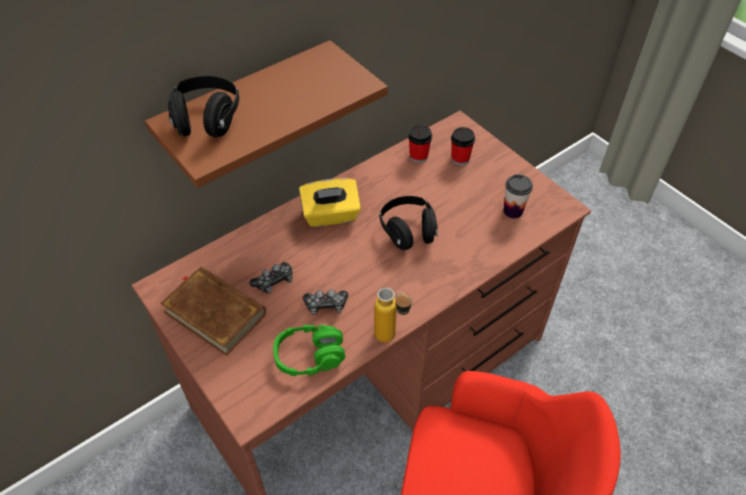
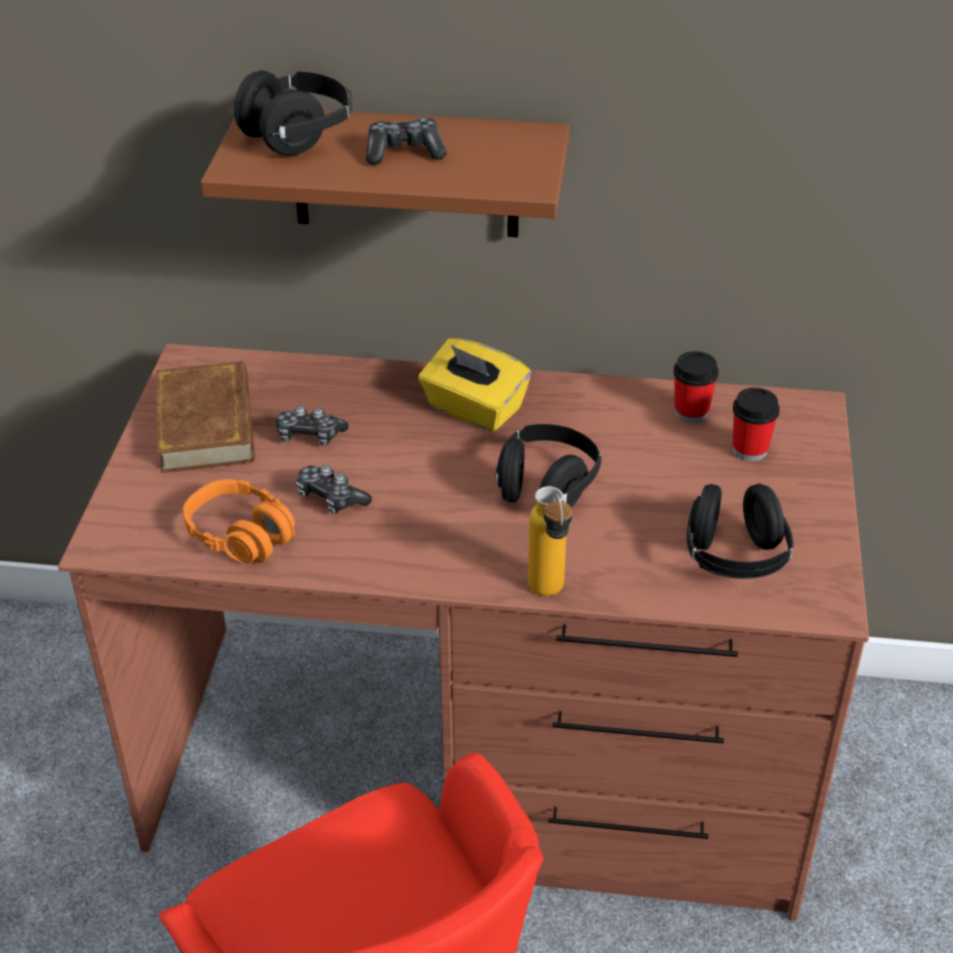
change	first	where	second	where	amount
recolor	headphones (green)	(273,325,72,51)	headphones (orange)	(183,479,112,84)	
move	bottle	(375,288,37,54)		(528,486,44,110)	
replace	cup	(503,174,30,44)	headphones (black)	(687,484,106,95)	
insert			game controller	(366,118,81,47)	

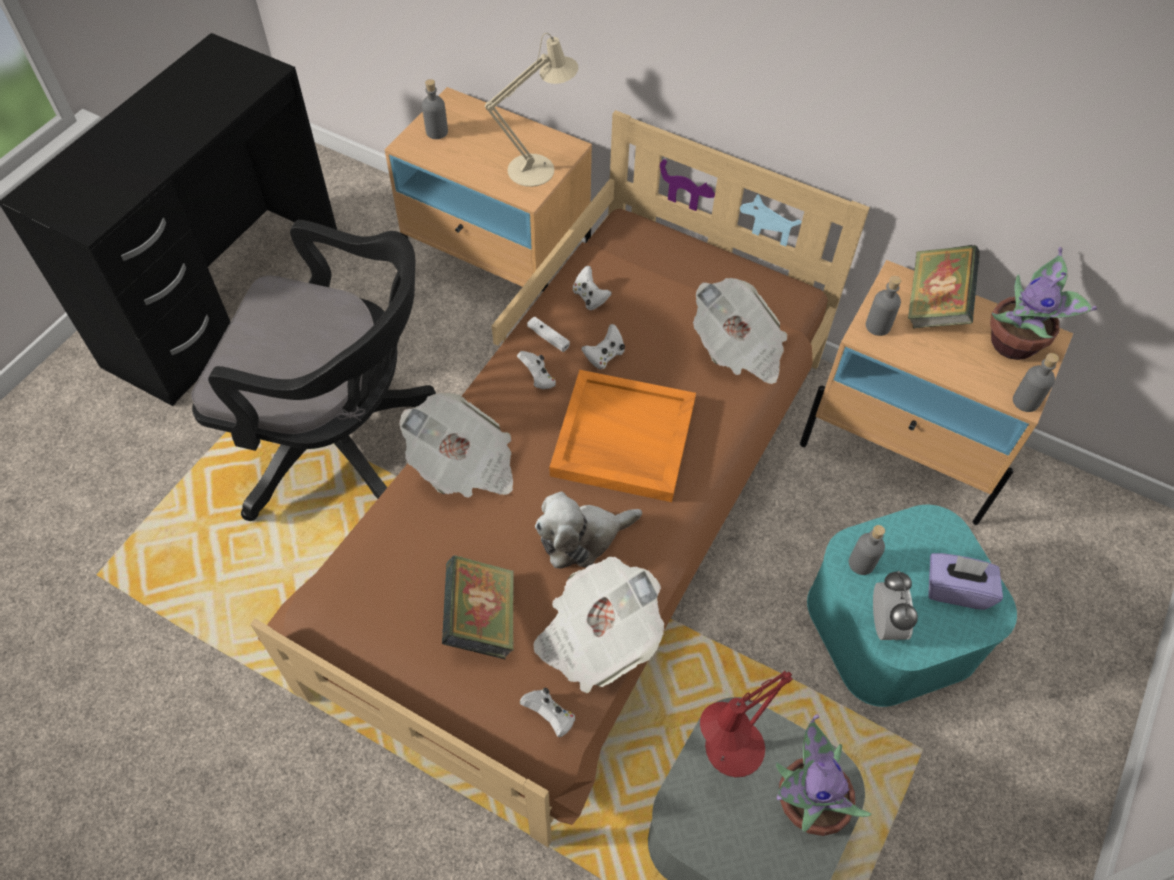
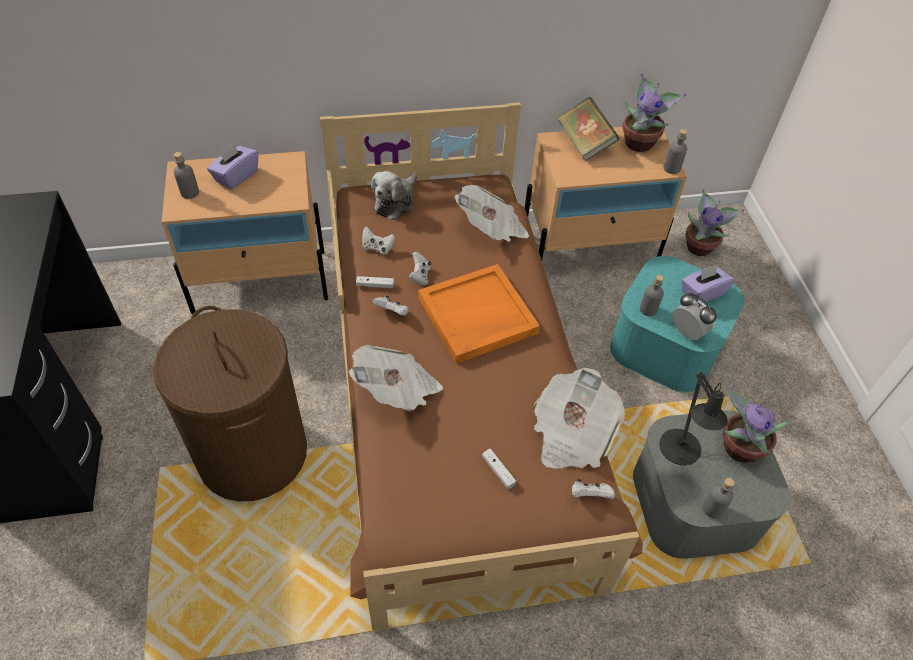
change	first	where	second	where	amount
replace	office chair (black)	(191,220,245,301)	laundry basket (brown)	(153,306,154,195)	
replace	book	(442,555,72,105)	game controller (white)	(482,449,34,40)	
delete	table lamp (beige)	(485,33,93,154)			
move	plush toy	(535,491,107,77)		(371,171,46,49)	
recolor	table lamp (red)	(700,671,93,106)	table lamp (black)	(659,372,69,93)	
move	bottle (grey)	(866,276,35,60)		(702,478,33,41)	
insert			tissue box (purple)	(207,142,51,48)	
insert			potted plant	(685,189,59,67)	

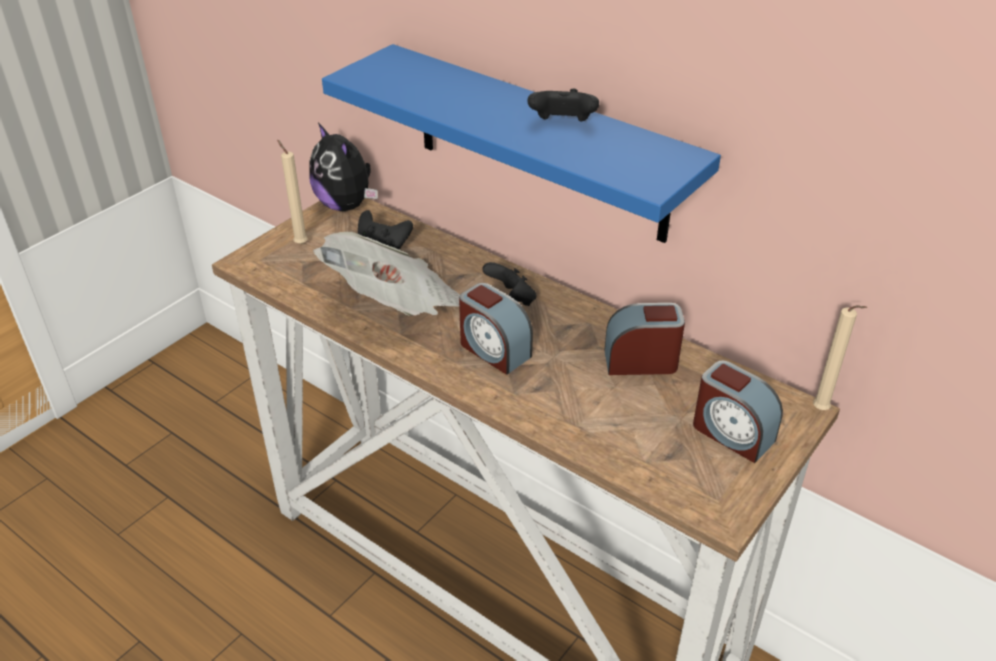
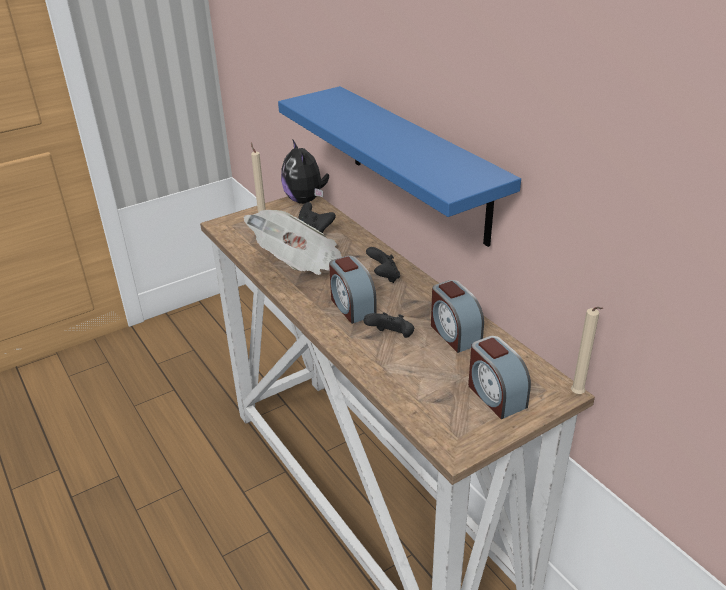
change	first	where	second	where	amount
move	game controller (black)	(527,89,72,33)		(364,313,50,25)	
rotate	alarm clock	(604,303,81,72)		(431,280,53,73)	135 degrees counterclockwise

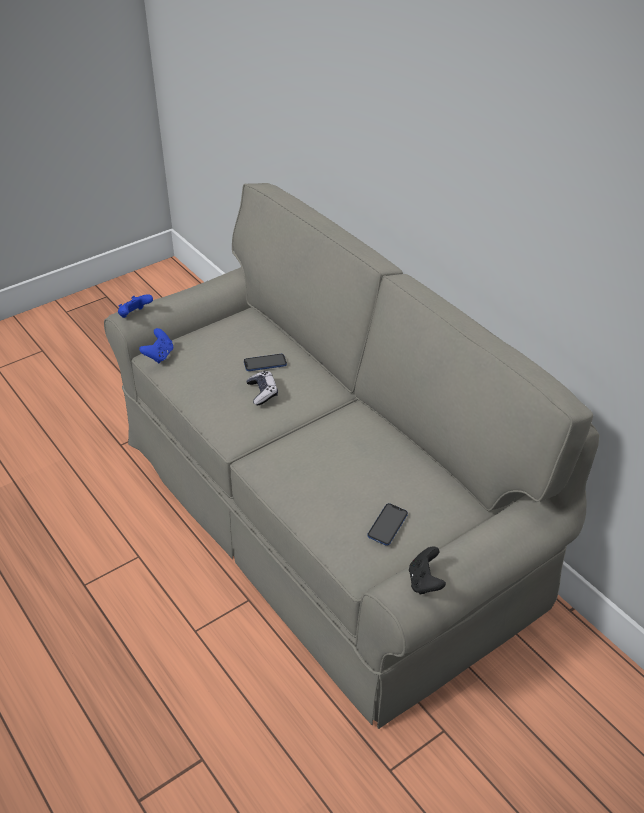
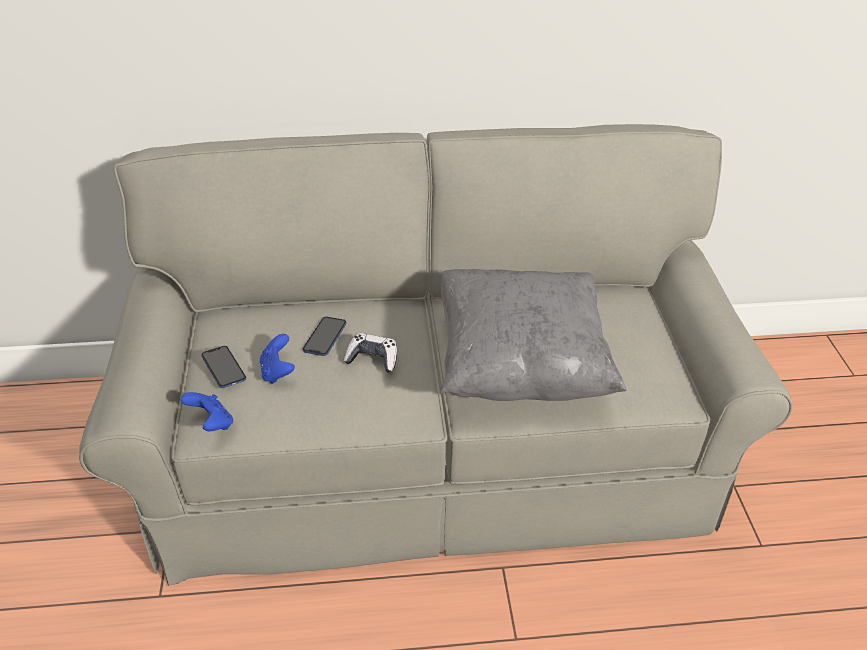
change	first	where	second	where	amount
move	game controller (blue)	(118,294,35,24)		(260,334,35,50)	
move	phone	(367,503,41,43)		(201,346,45,42)	
delete	game controller (black)	(409,546,37,49)			
insert			pillow (grey)	(439,269,187,132)	

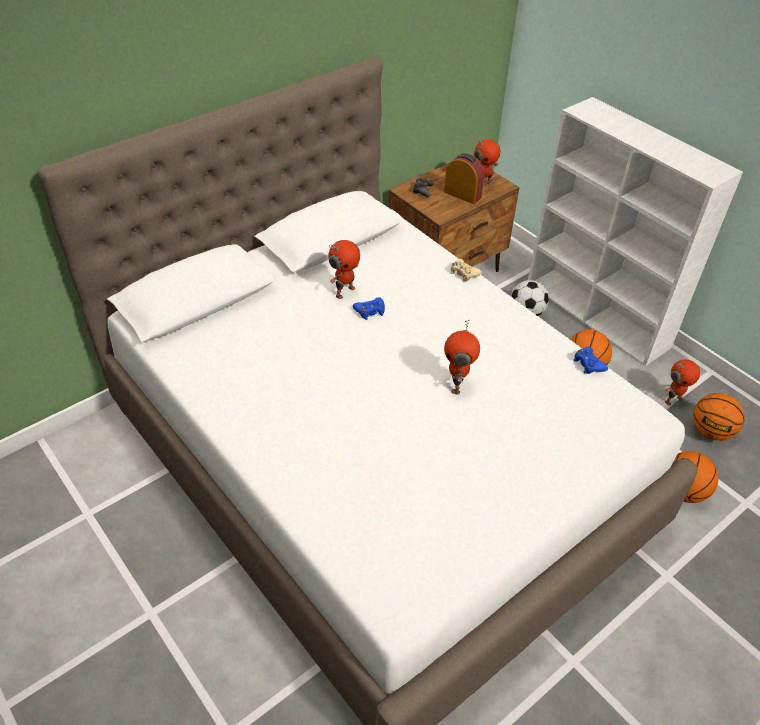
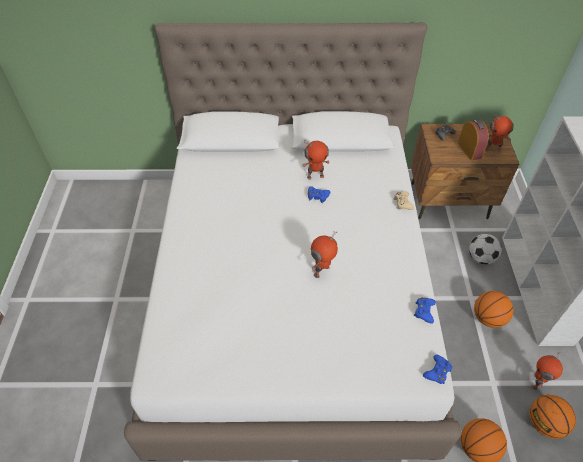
change	first	where	second	where	amount
rotate	toy robot	(665,359,35,47)		(531,352,32,38)	105 degrees clockwise
insert			game controller (blue)	(423,354,29,30)	

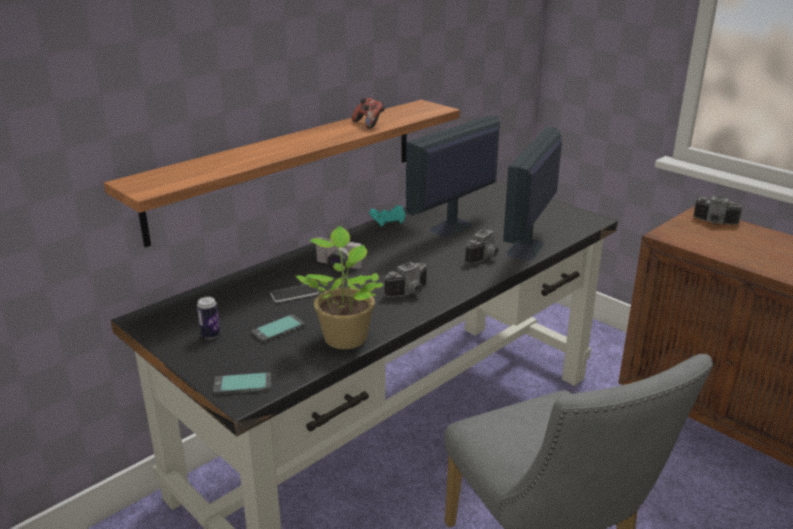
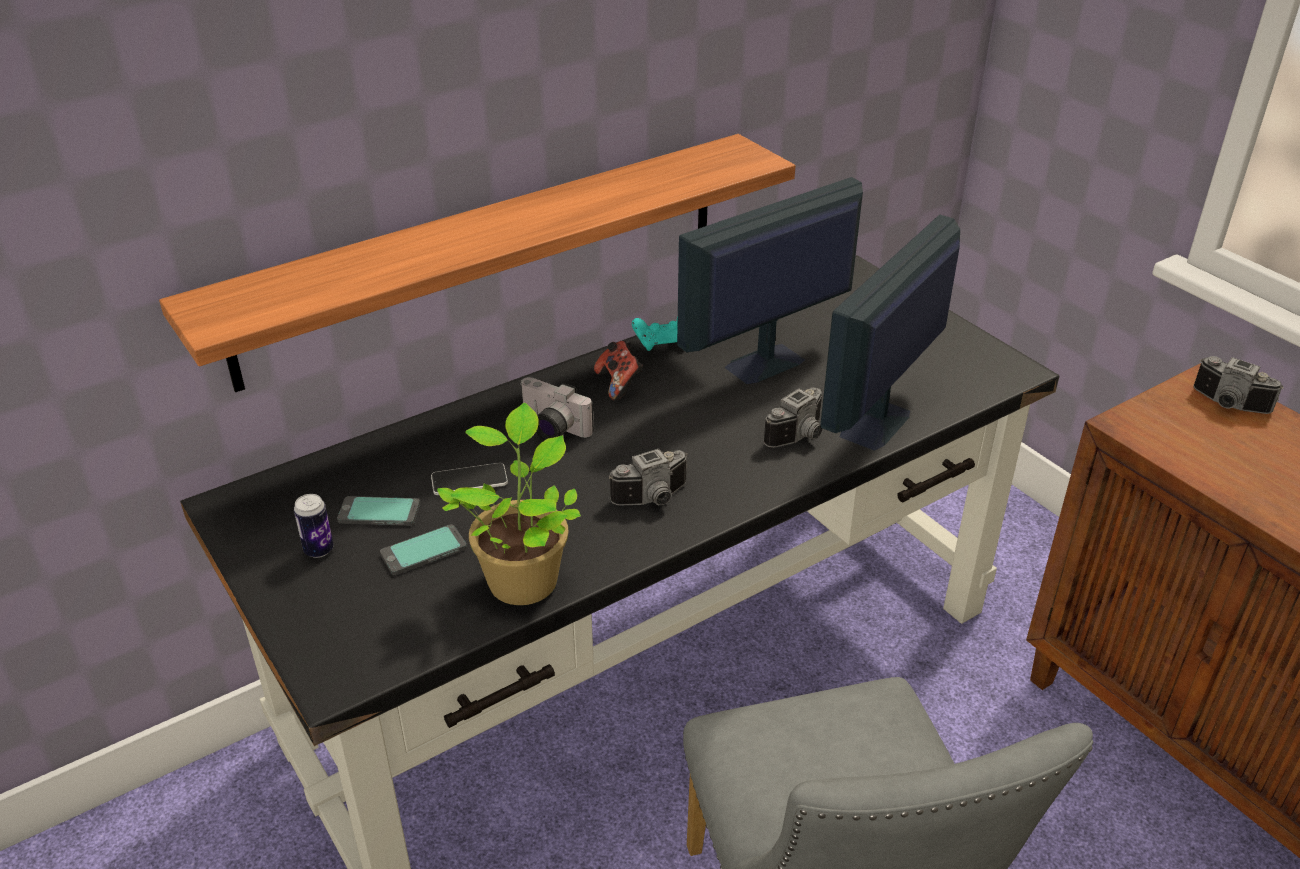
change	first	where	second	where	amount
move	phone	(213,372,58,23)		(337,496,83,30)	
move	game controller	(351,98,34,31)		(594,341,49,59)	

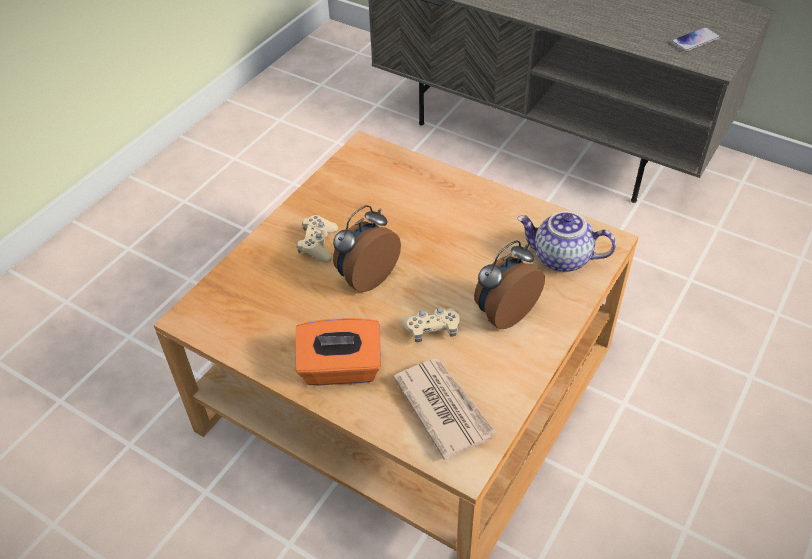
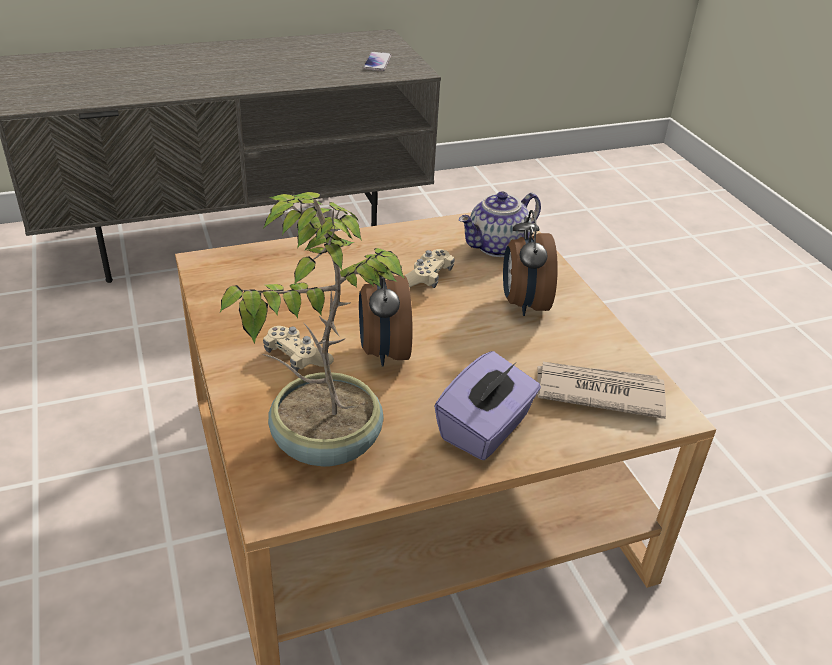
change	first	where	second	where	amount
recolor	tissue box (orange)	(296,318,85,67)	tissue box (purple)	(434,351,107,109)	
move	game controller (beige)	(401,308,59,34)		(405,249,50,39)	
insert			potted plant	(220,192,185,275)	

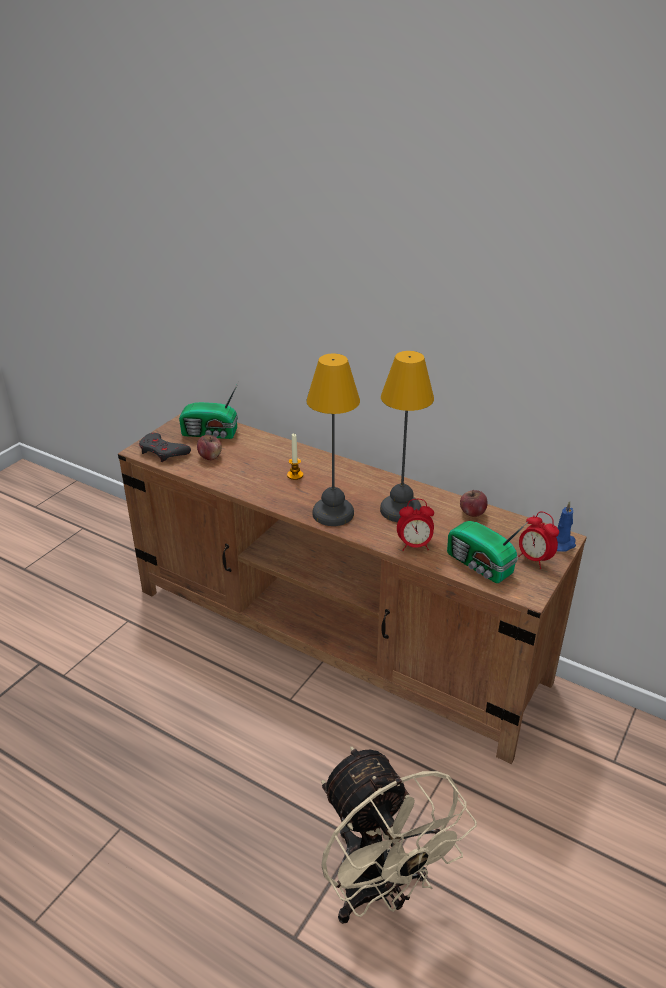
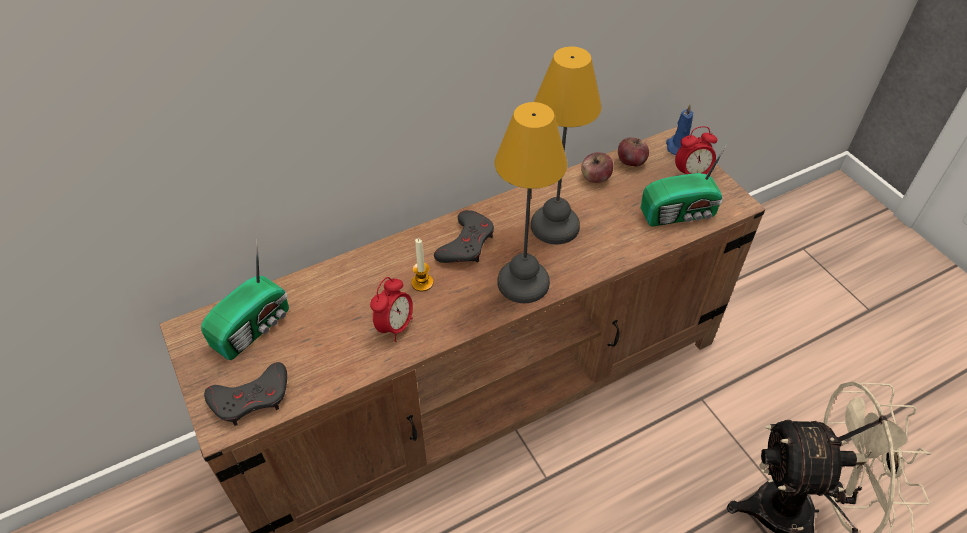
change	first	where	second	where	amount
move	apple	(197,435,25,25)		(618,138,31,28)	
move	alarm clock	(397,499,37,52)		(370,277,43,65)	
insert			game controller (grey)	(434,210,60,53)	

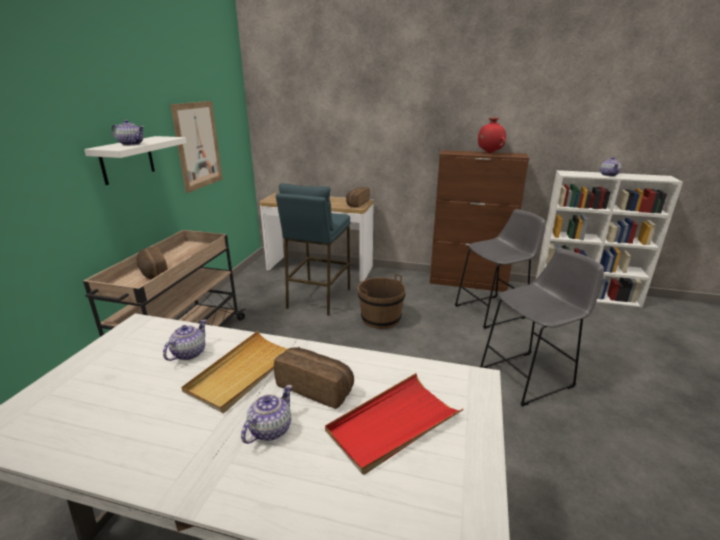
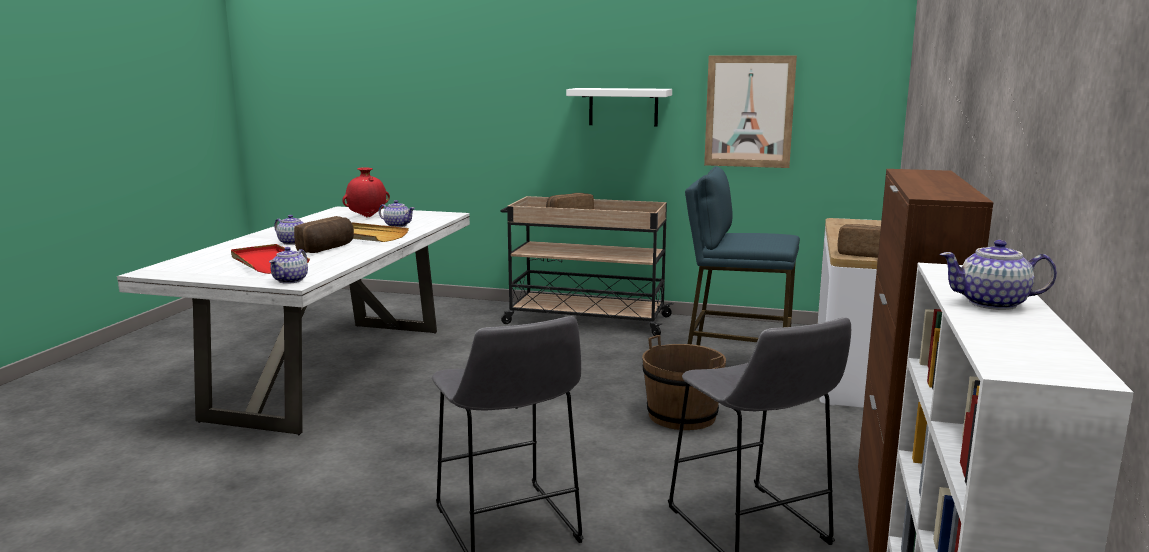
change	first	where	second	where	amount
move	teapot	(112,120,32,26)		(269,247,39,37)	
move	vase (red)	(478,118,28,35)		(342,167,48,50)	

